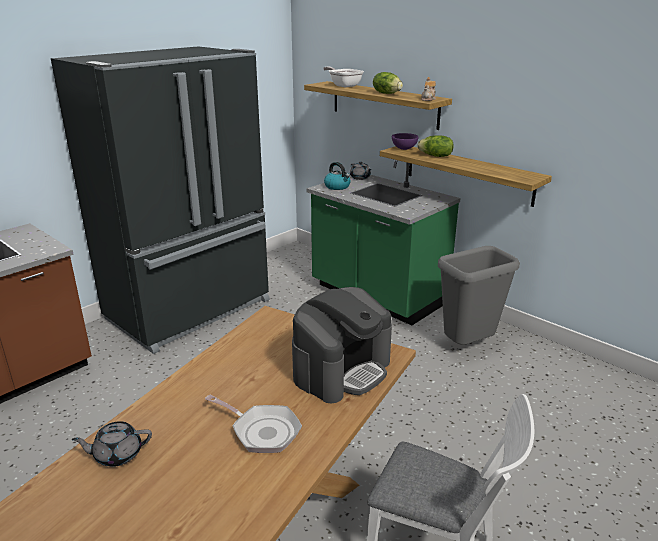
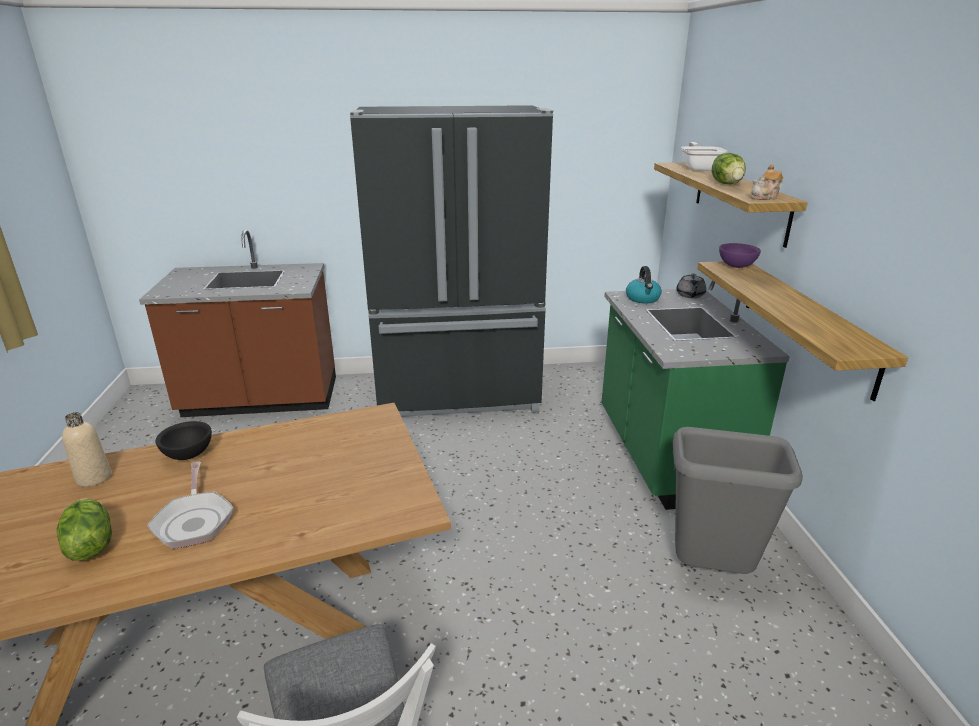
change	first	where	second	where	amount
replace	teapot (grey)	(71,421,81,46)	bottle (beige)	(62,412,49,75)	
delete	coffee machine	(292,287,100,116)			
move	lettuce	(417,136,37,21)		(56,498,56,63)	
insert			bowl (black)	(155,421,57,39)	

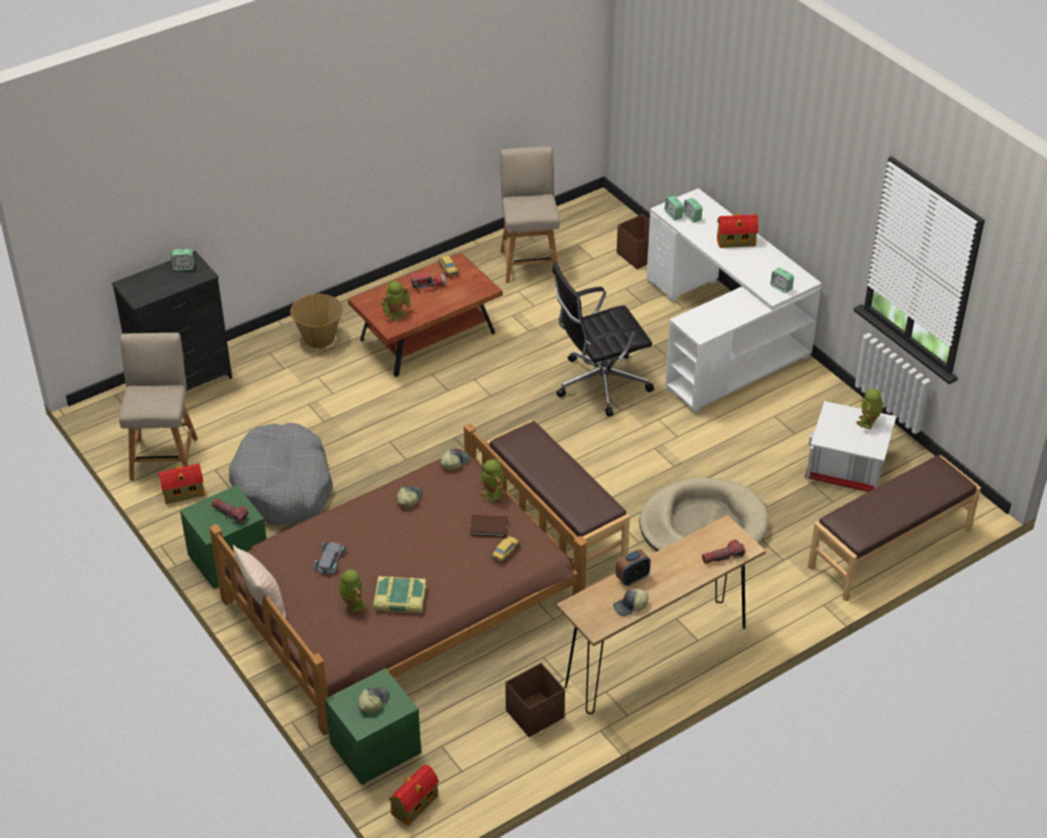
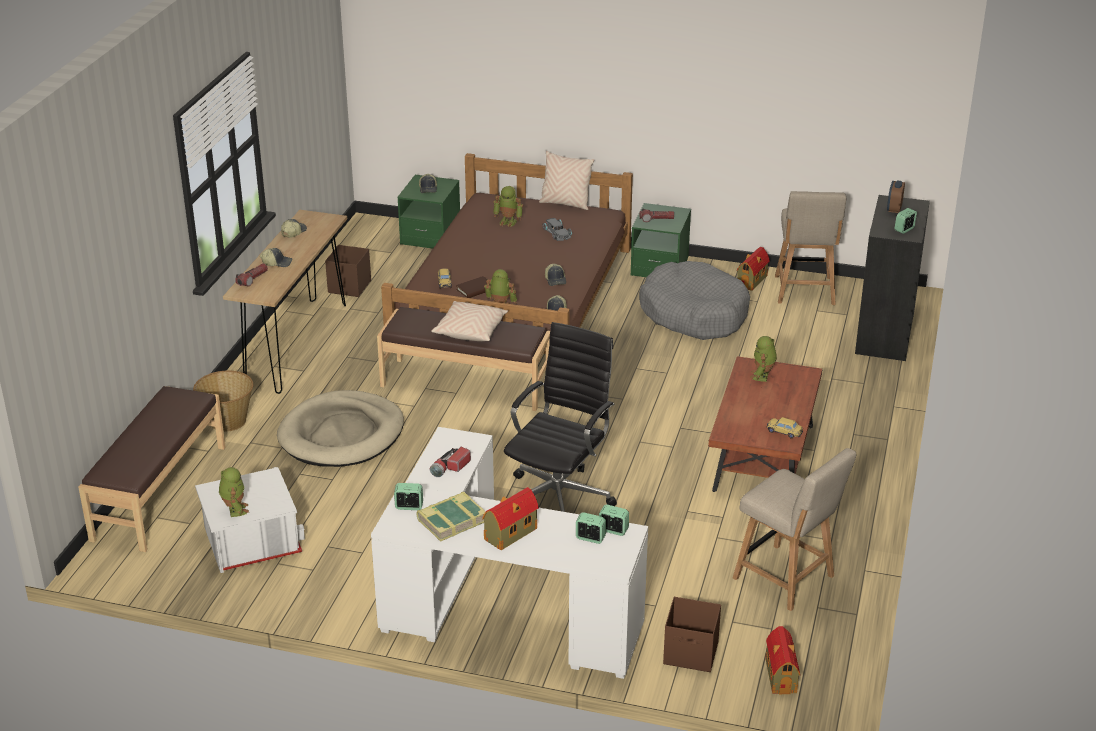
change	first	where	second	where	amount
rotate	chair (beige)	(119,333,79,148)		(775,191,71,114)	45 degrees clockwise
move	basket	(290,294,53,54)		(193,371,60,61)	
move	book	(373,576,53,38)		(416,492,70,50)	
move	toy house	(389,765,50,61)		(765,626,36,68)	
move	flashlight	(411,272,35,17)		(430,447,41,30)	
move	alarm clock	(616,549,35,37)		(887,180,18,33)	
insert			cap	(260,248,32,19)	
insert			pillow (beige)	(431,301,77,40)	

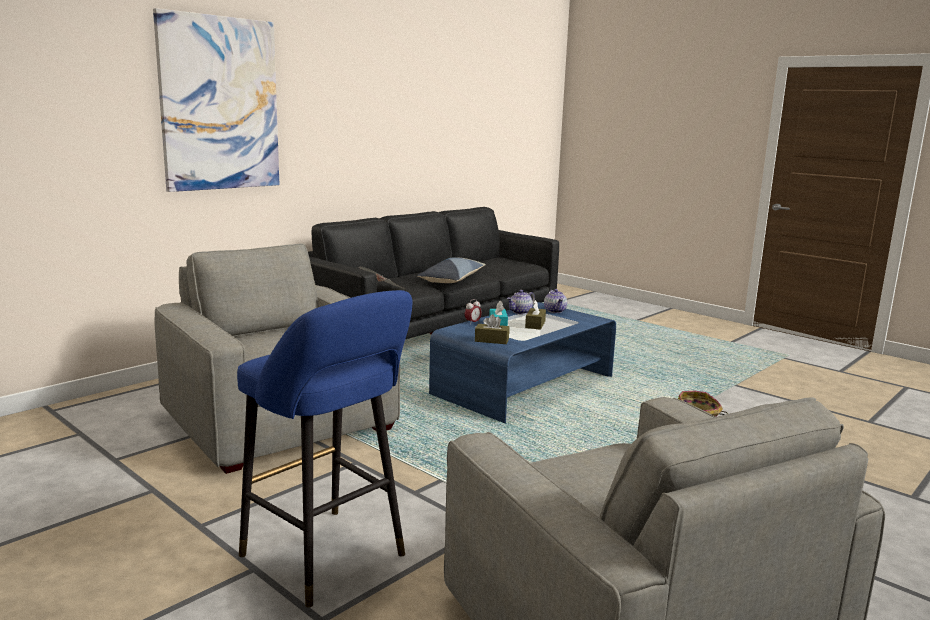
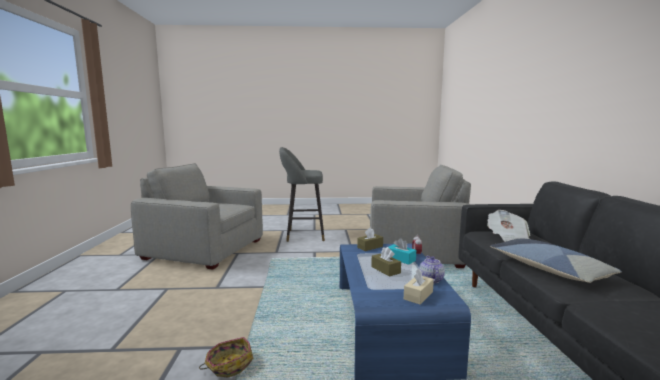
change	first	where	second	where	amount
delete	picture	(153,8,126,184)			
recolor	stool (blue)	(237,290,175,318)	stool (grey)	(279,147,46,95)	
replace	teapot	(544,289,23,24)	tissue box (beige)	(404,268,30,37)	

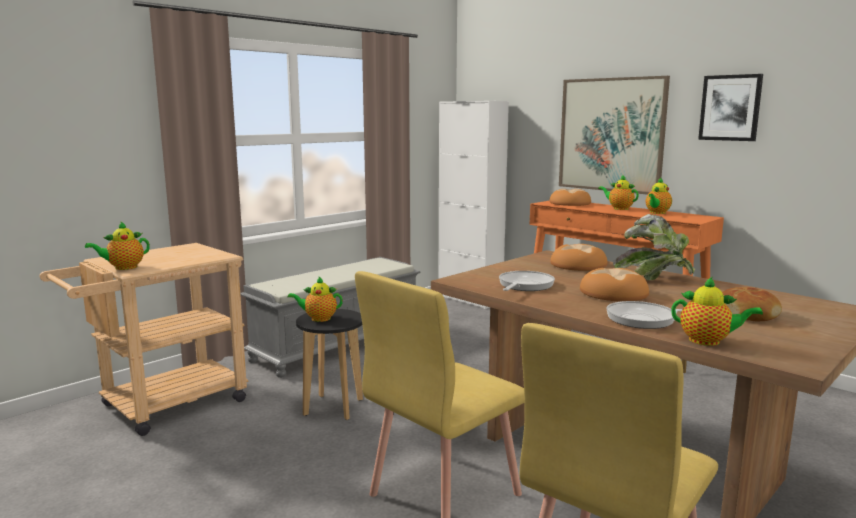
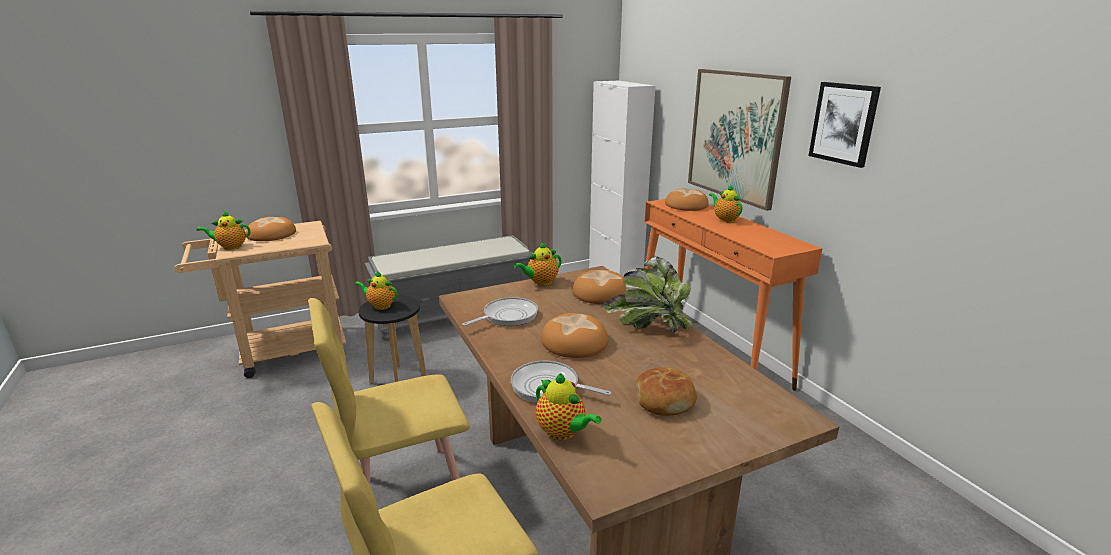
change	first	where	second	where	amount
move	teapot	(646,177,26,37)		(514,242,48,44)	
insert			bread	(246,217,50,24)	

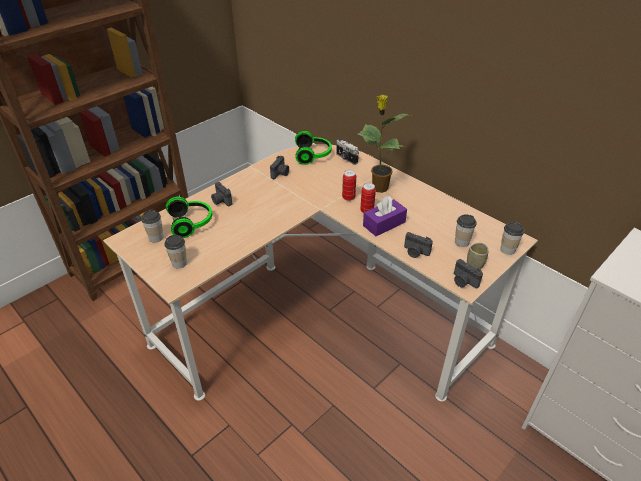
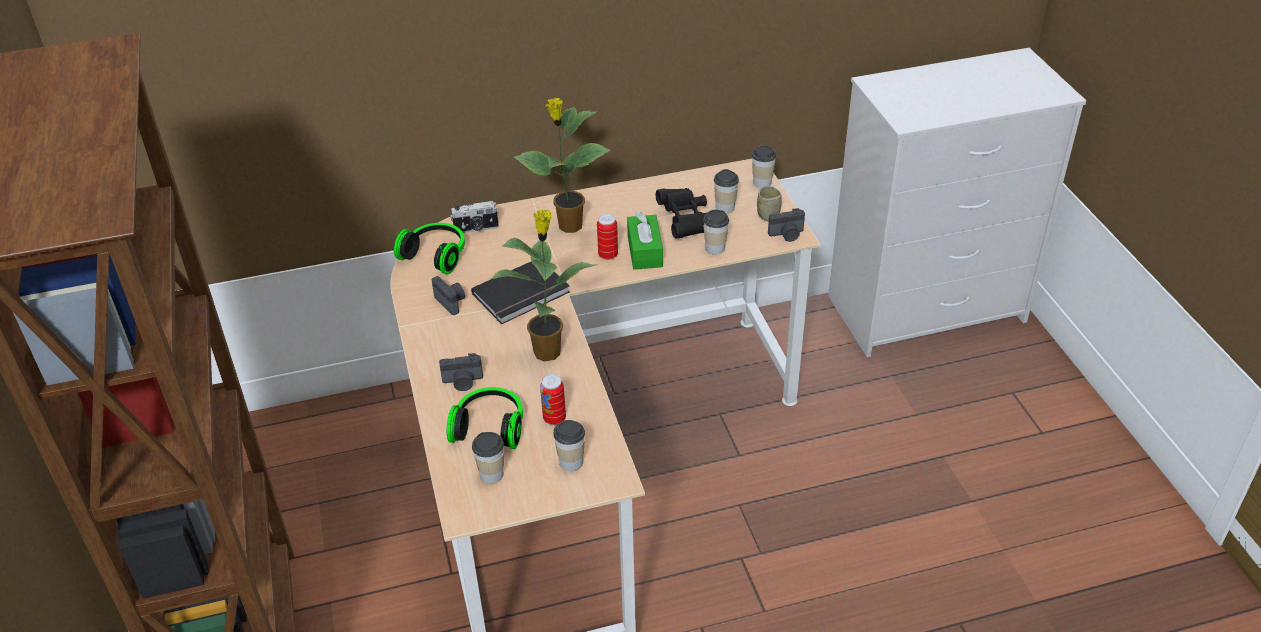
change	first	where	second	where	amount
move	can	(342,170,14,31)		(540,374,26,51)	
recolor	tissue box (purple)	(363,196,44,40)	tissue box (green)	(627,212,36,58)	
replace	photo camera	(404,232,29,26)	cup	(703,210,26,45)	
insert			book (black)	(471,262,99,62)	
insert			potted plant	(489,209,106,153)	
insert			binoculars (black)	(656,188,51,51)	

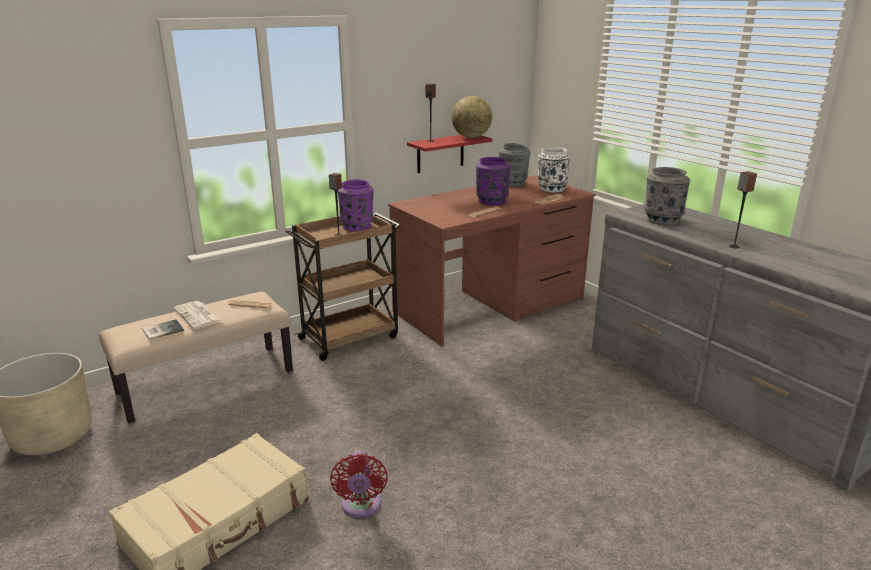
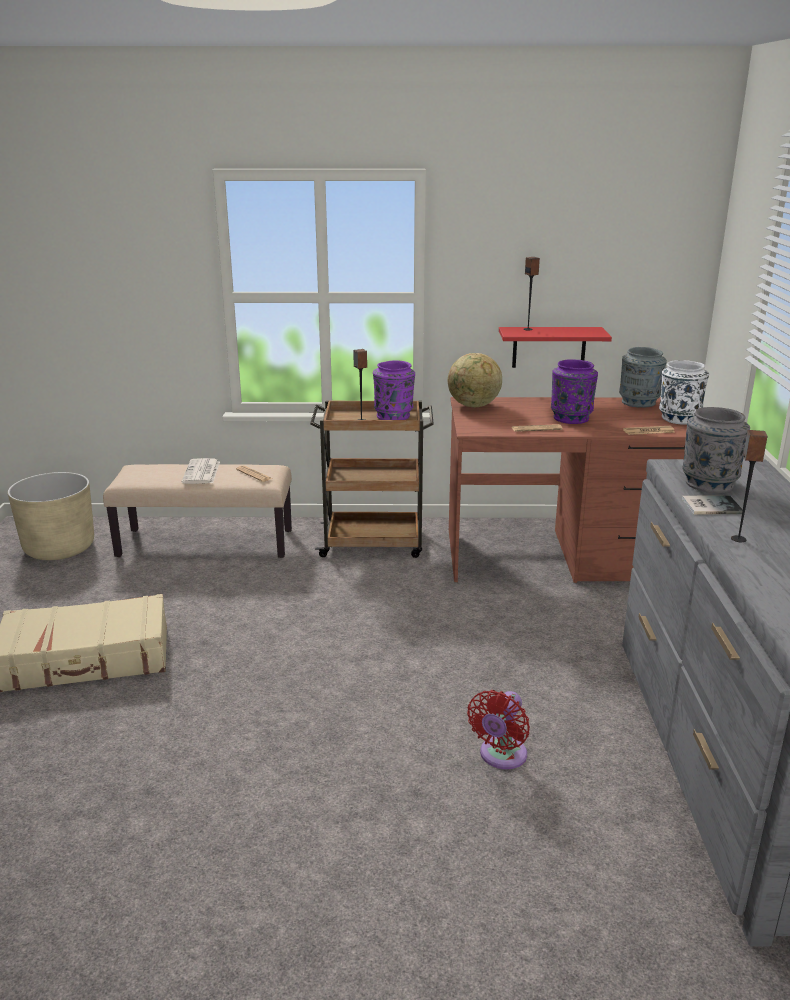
change	first	where	second	where	amount
move	book	(142,319,42,21)		(682,495,61,19)	
move	fan (red)	(330,450,58,68)		(467,690,63,79)	
move	globe	(452,96,40,42)		(448,353,54,54)	

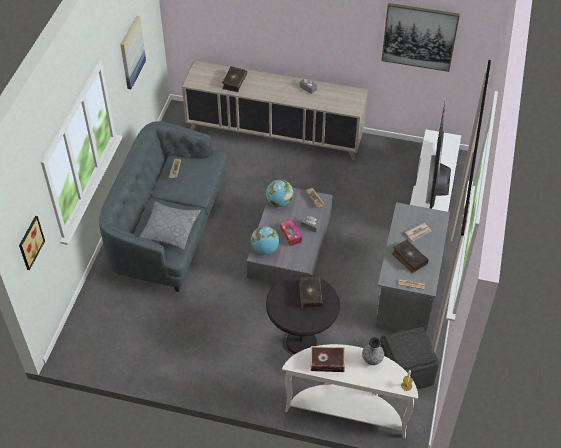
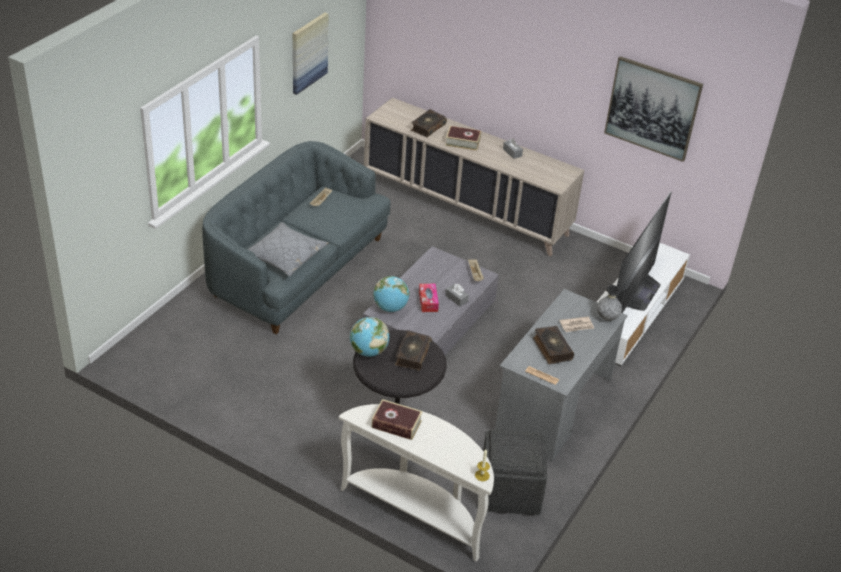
change	first	where	second	where	amount
delete	picture	(19,216,26,54)			
move	globe	(266,180,27,27)		(350,317,39,40)	
move	vase (grey)	(362,337,22,28)		(597,285,25,36)	
insert			book	(445,126,36,25)	

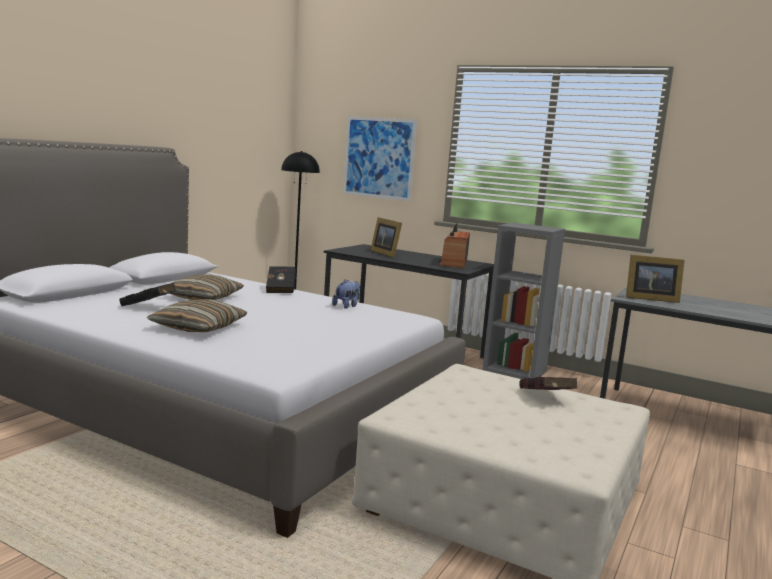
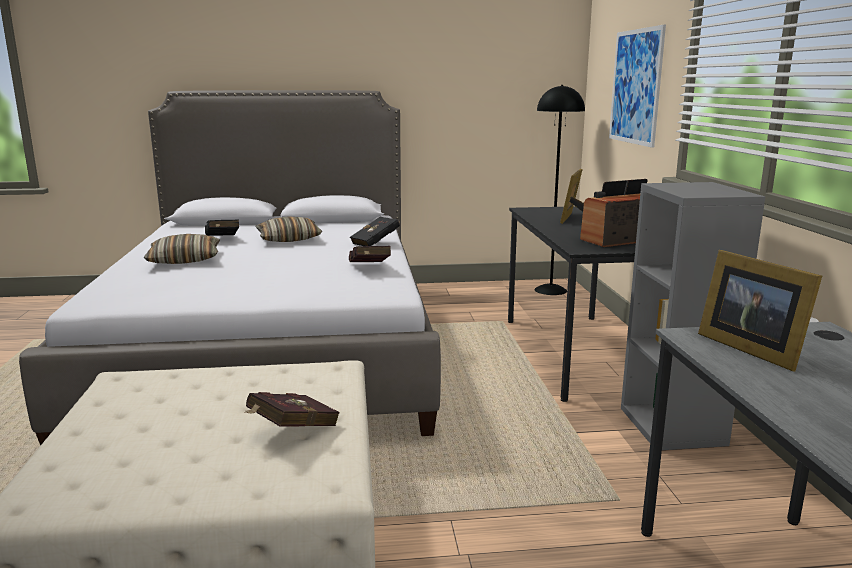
change	first	where	second	where	amount
replace	plush toy	(332,279,28,30)	book (red)	(349,246,42,16)	

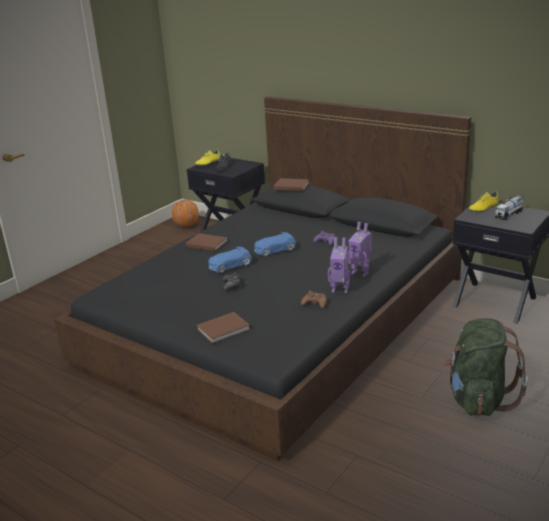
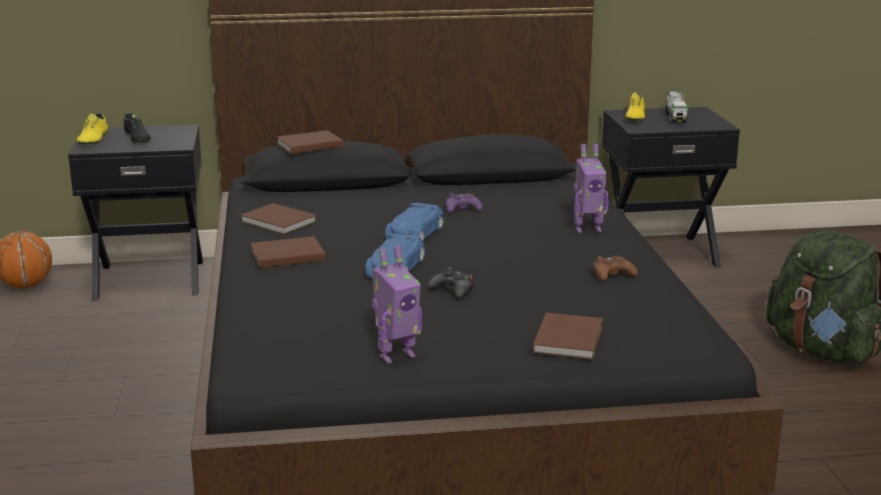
change	first	where	second	where	amount
move	toy robot	(328,237,22,56)		(372,245,50,118)	
insert			book (brown)	(240,203,77,32)	

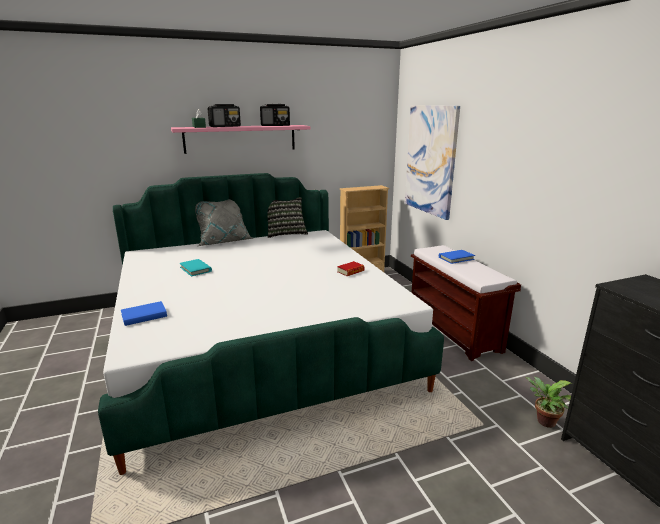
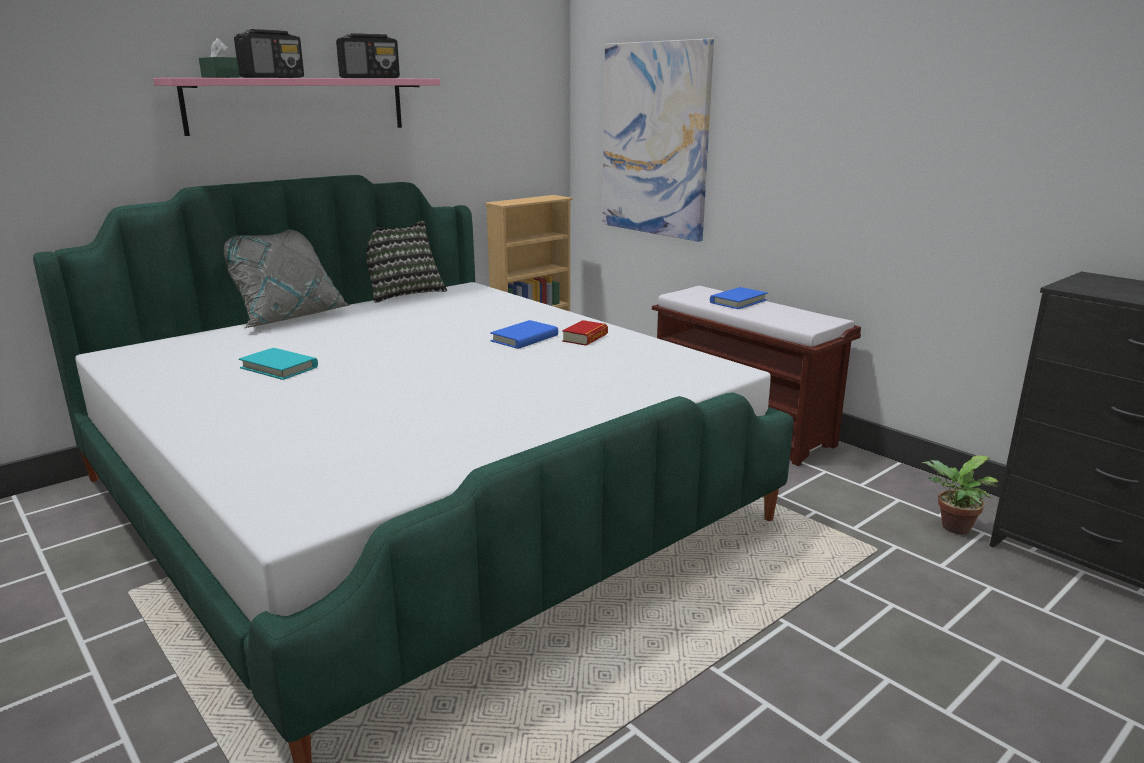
change	first	where	second	where	amount
move	book (blue)	(121,301,46,25)		(490,320,68,29)	

